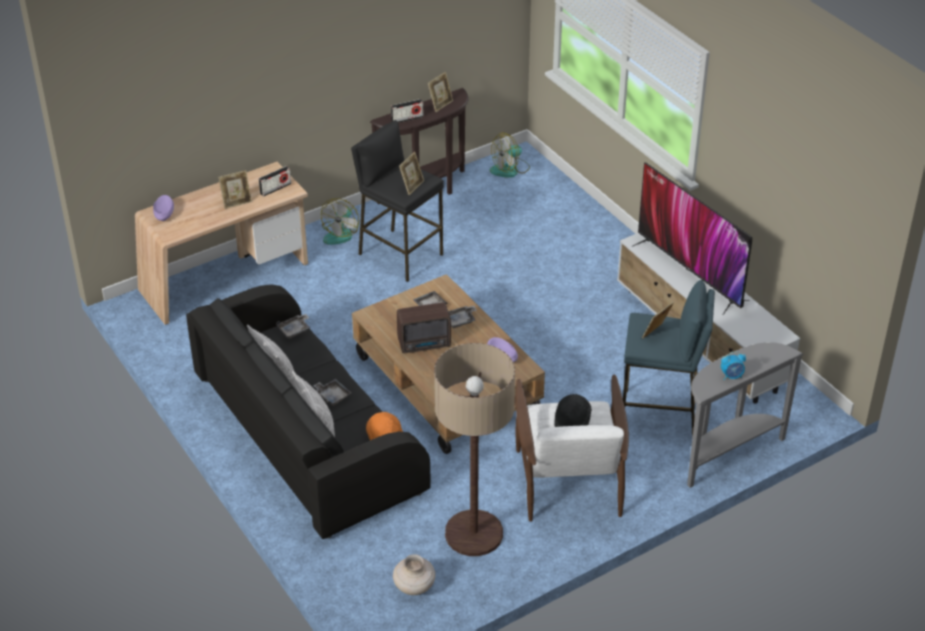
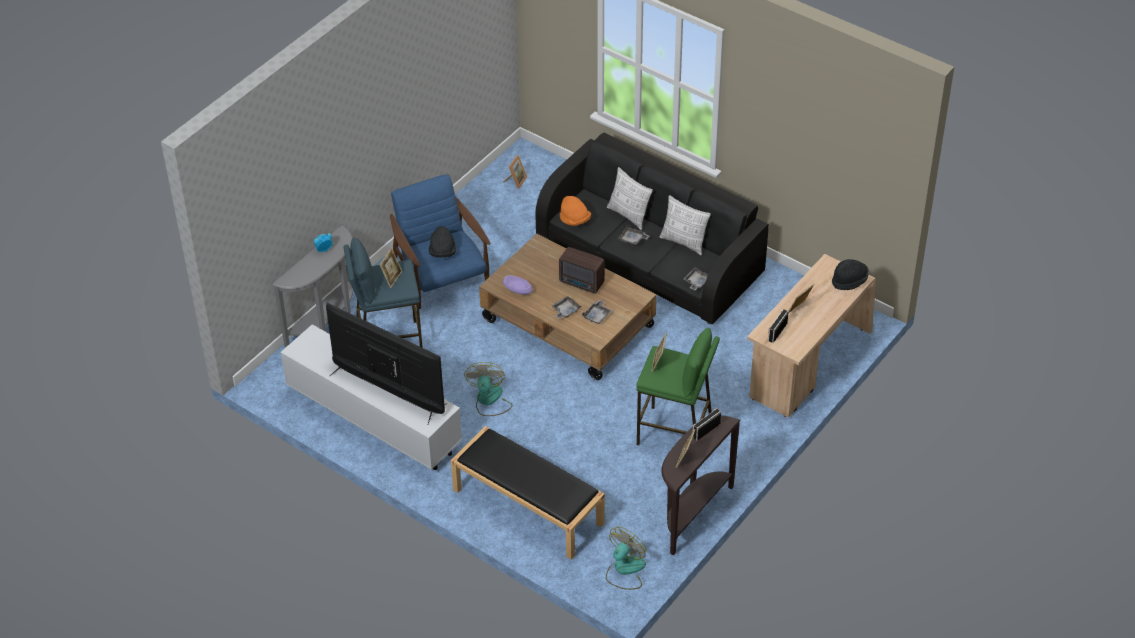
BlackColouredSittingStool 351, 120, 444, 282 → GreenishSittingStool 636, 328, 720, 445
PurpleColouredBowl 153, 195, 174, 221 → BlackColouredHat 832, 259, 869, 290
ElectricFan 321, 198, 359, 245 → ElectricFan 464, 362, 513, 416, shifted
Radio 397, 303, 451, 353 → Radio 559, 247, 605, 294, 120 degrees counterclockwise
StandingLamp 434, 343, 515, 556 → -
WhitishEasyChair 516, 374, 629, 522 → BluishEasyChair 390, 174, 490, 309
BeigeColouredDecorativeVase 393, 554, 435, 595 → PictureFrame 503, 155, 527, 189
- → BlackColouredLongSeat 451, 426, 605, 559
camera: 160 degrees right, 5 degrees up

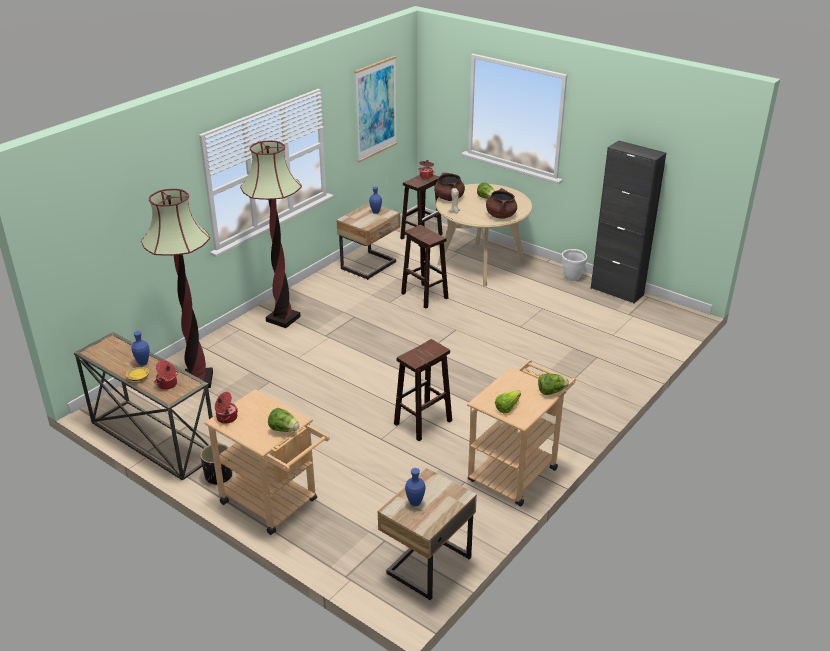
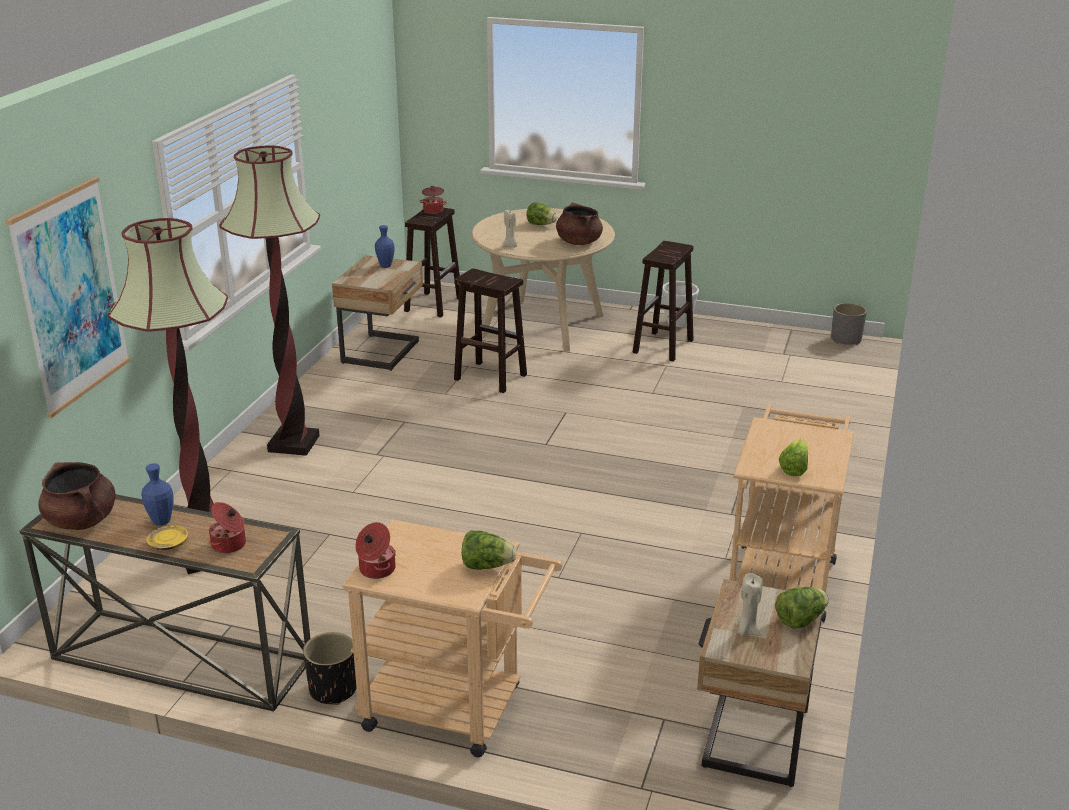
Picture 354, 56, 397, 162 → Picture 5, 177, 130, 418, shifted
BlackColouredCupboard 591, 140, 666, 304 → -
BrownishStockpot 434, 172, 465, 201 → BrownishStockpot 38, 462, 115, 530, shifted
BrownishSittingStool 394, 339, 452, 441 → BrownishSittingStool 633, 241, 694, 362, shifted
Lettuce 538, 373, 569, 395 → Lettuce 775, 587, 829, 629, shifted
BluishDecorativeVase 405, 468, 425, 506 → BeigeColouredCandle 737, 573, 763, 636
- → GrayPlantPot 831, 303, 867, 345
camera: 20 degrees left, 5 degrees down

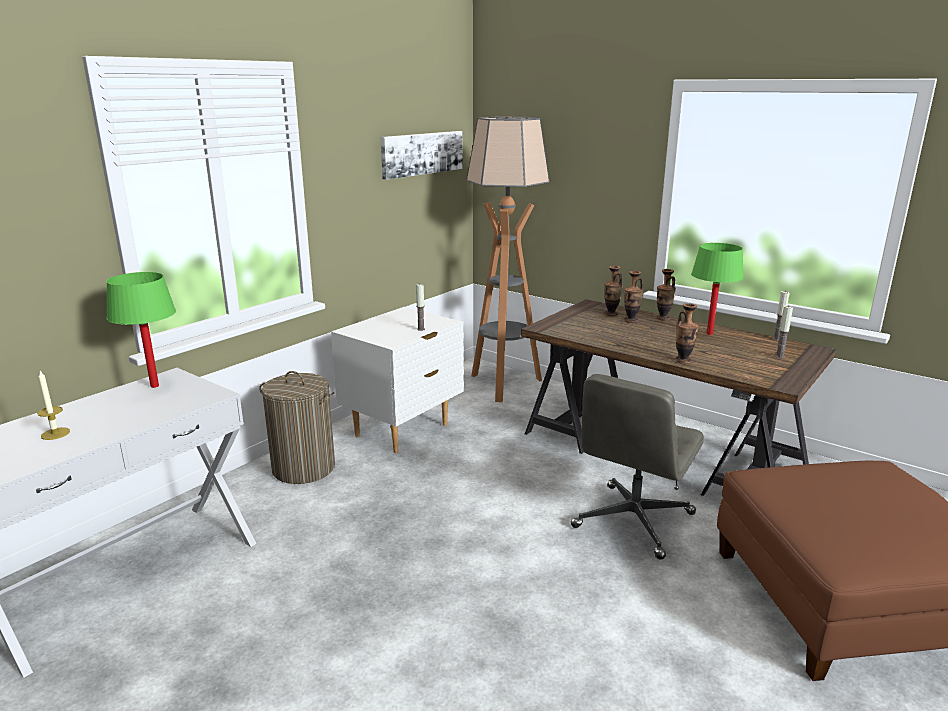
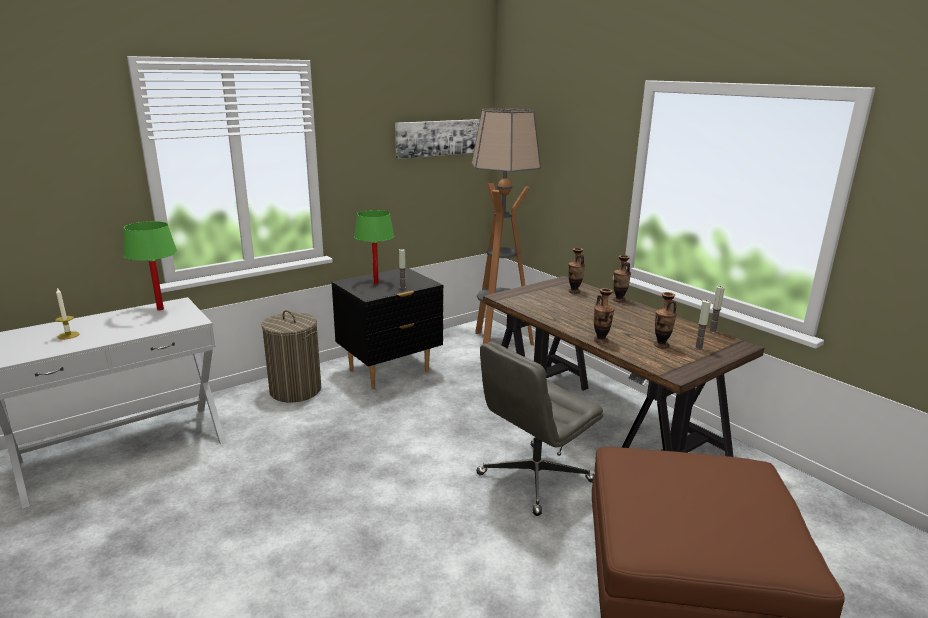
GreenishTabletopLamp 691, 243, 744, 335 → GreenishTabletopLamp 354, 210, 395, 284, shifted
DecorativeVase 624, 271, 643, 323 → DecorativeVase 654, 292, 677, 349, shifted
WhitishNightTable 331, 307, 464, 453 → BlackColouredNightTable 332, 267, 443, 389
camera: 15 degrees right, 0 degrees up

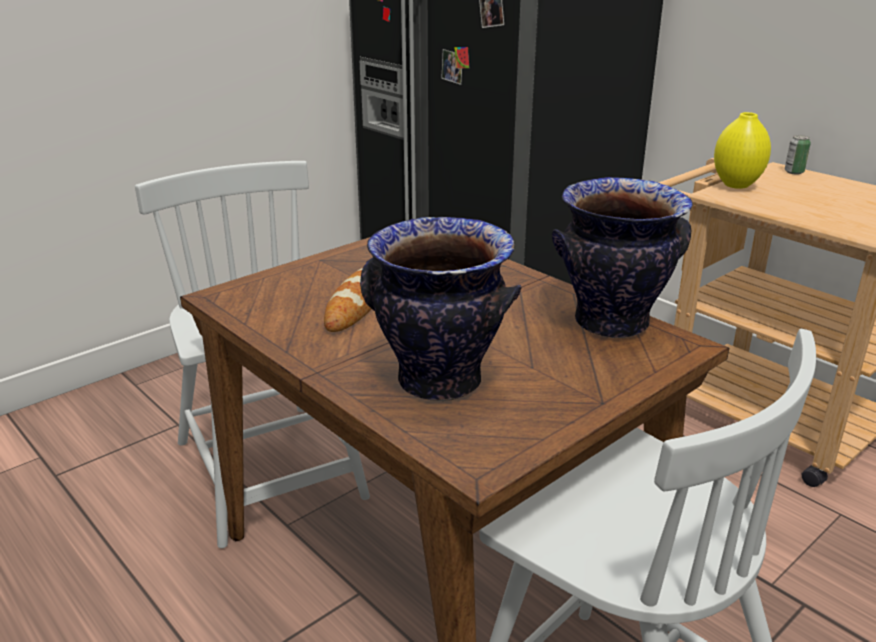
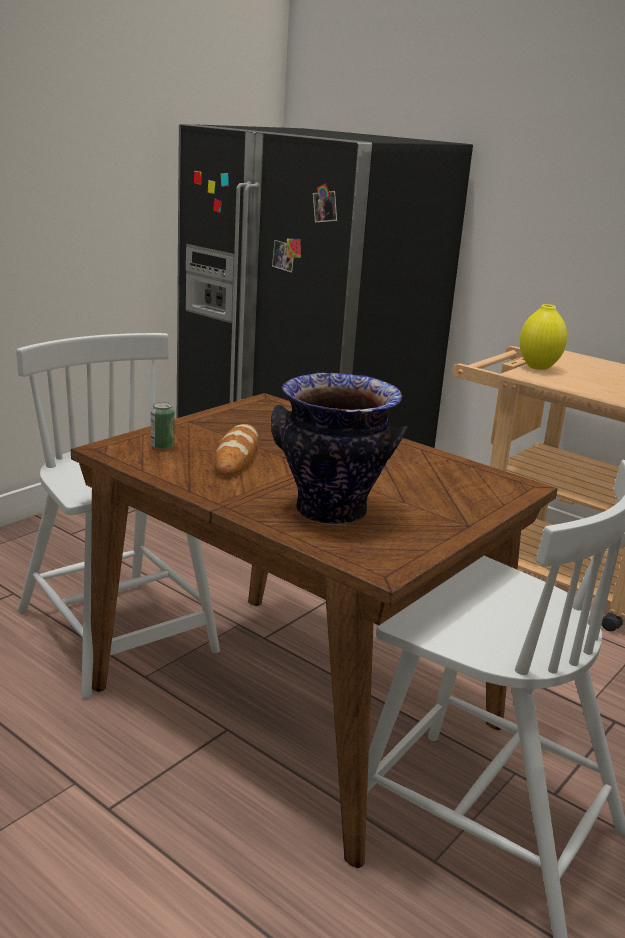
Can 785, 135, 811, 175 → Can 151, 402, 175, 450, shifted
DecorativeVase 552, 177, 693, 338 → -
camera: 10 degrees left, 5 degrees down

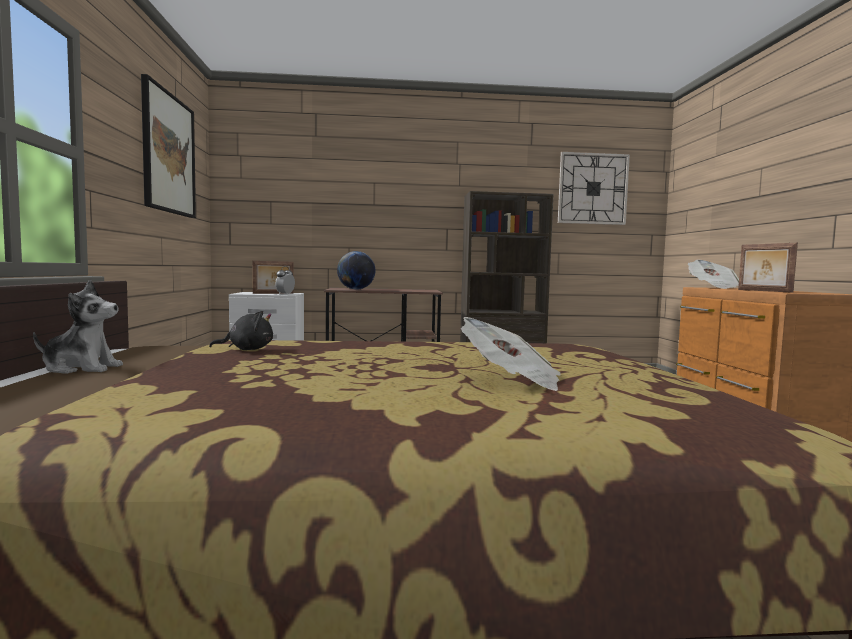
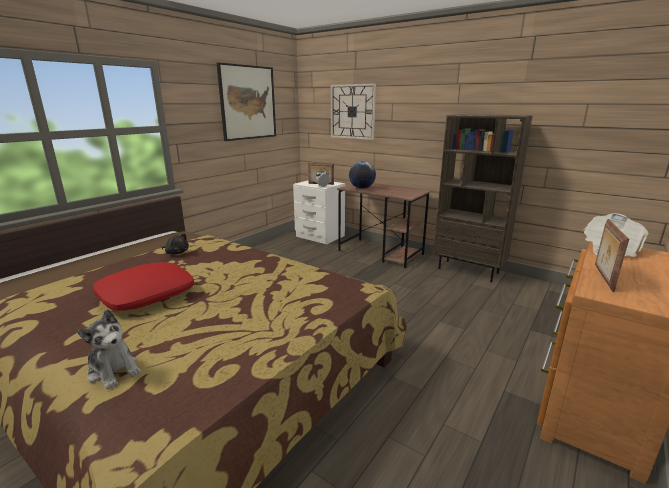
HangingClock 558, 152, 630, 225 → HangingClock 331, 84, 376, 140, shifted
PlushToy 33, 280, 123, 374 → PlushToy 77, 310, 141, 389, shifted
PrintedPaper 461, 317, 561, 391 → -
- → ReddishCushion 93, 262, 194, 311
camera: 40 degrees right, 15 degrees up

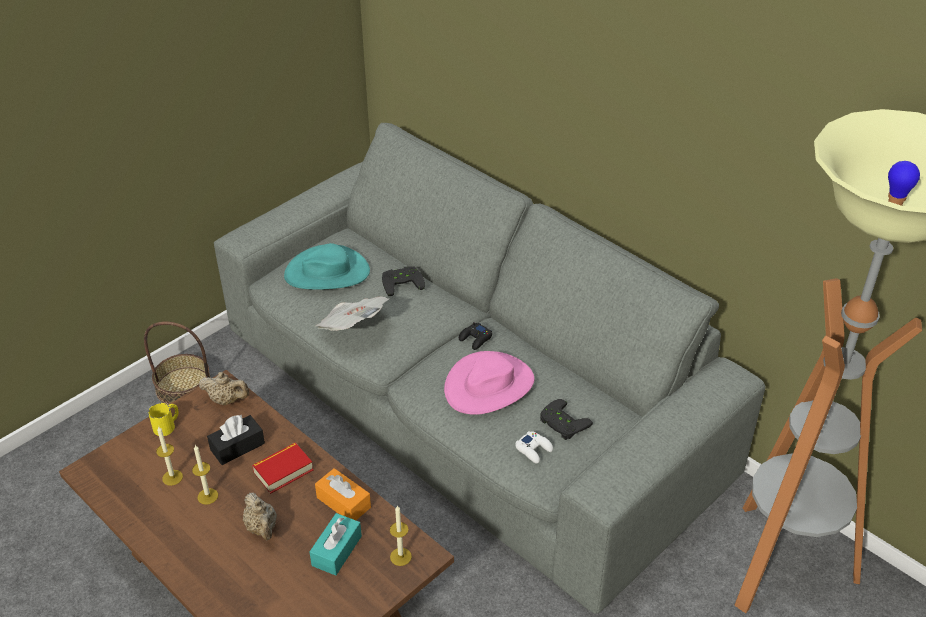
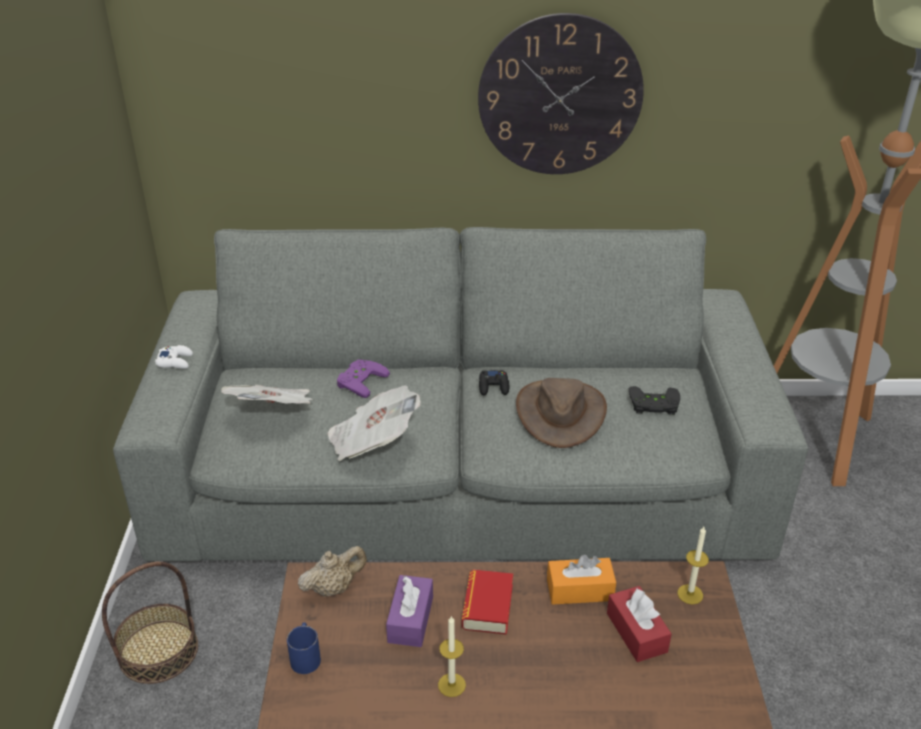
TurquoiseColouredHat 284, 243, 370, 290 → PrintedPaper 221, 385, 312, 404
BlackColouredGameController 382, 266, 425, 296 → PurpleColouredGameController 337, 359, 390, 398
PinkColouredHat 444, 351, 534, 415 → BrownishHat 516, 378, 607, 448
YellowishCoffeeMug 148, 403, 179, 436 → BluishCoffeeMug 287, 622, 321, 674
BlackColouredTissueBox 207, 415, 265, 465 → PurpleColouredTissueBox 386, 575, 433, 647
Candle 156, 426, 183, 486 → -
WhitishGameController 515, 431, 553, 463 → WhitishGameController 155, 345, 193, 369, shifted
BeigeColouredPotForTea 243, 492, 277, 540 → -
TurquoiseColouredTissueBox 310, 513, 362, 575 → ReddishTissueBox 607, 586, 672, 662
- → HangingClock 478, 13, 644, 174
camera: 45 degrees left, 5 degrees down

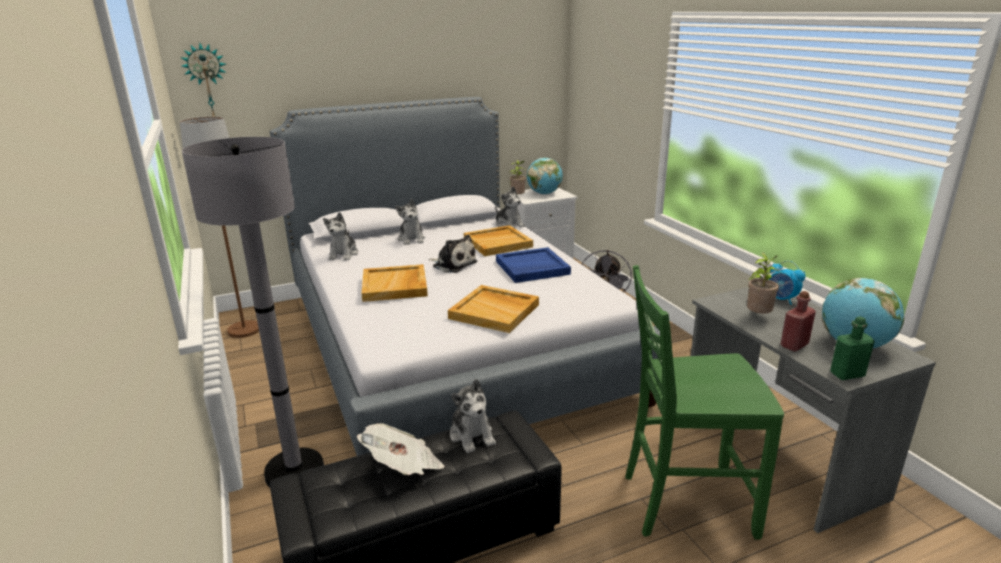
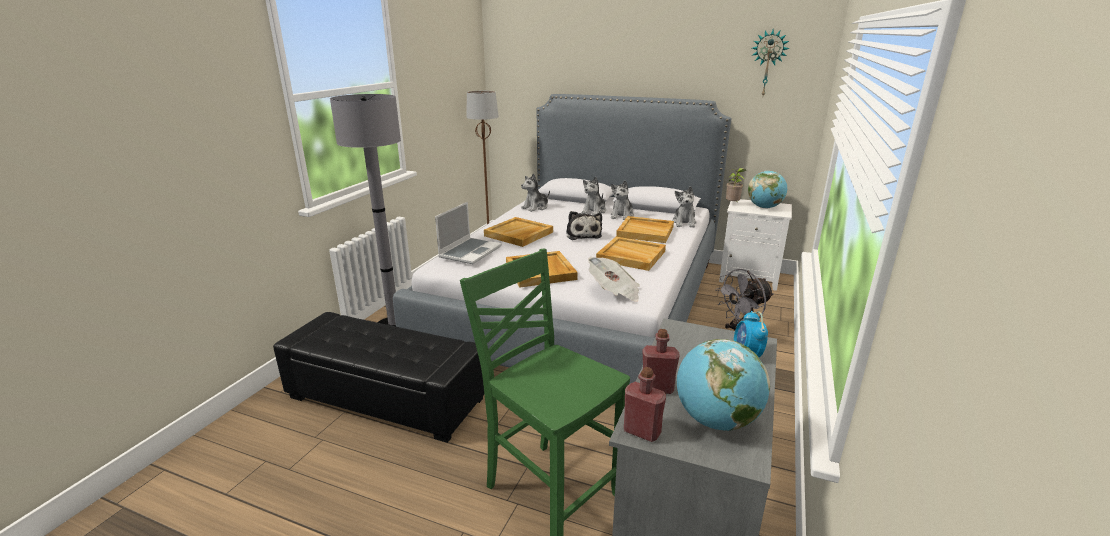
HangingClock 180, 43, 227, 117 → HangingClock 752, 29, 790, 96, shifted
BluishServingTray 496, 247, 571, 283 → BeigeColouredServingTray 596, 237, 666, 271
PottedPlant 747, 252, 780, 314 → -
GreenishBottle 830, 317, 875, 380 → ReddishBottle 624, 367, 666, 442
PlushToy 450, 379, 496, 453 → PlushToy 611, 180, 634, 220, shifted
PrintedPaper 357, 423, 444, 475 → PrintedPaper 588, 257, 640, 302, shifted
- → PortableComputer 435, 202, 502, 264
camera: 45 degrees right, 0 degrees up

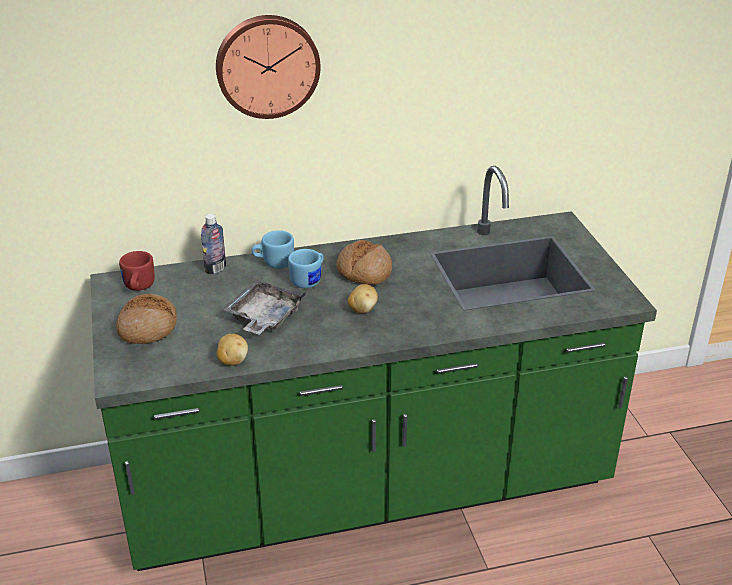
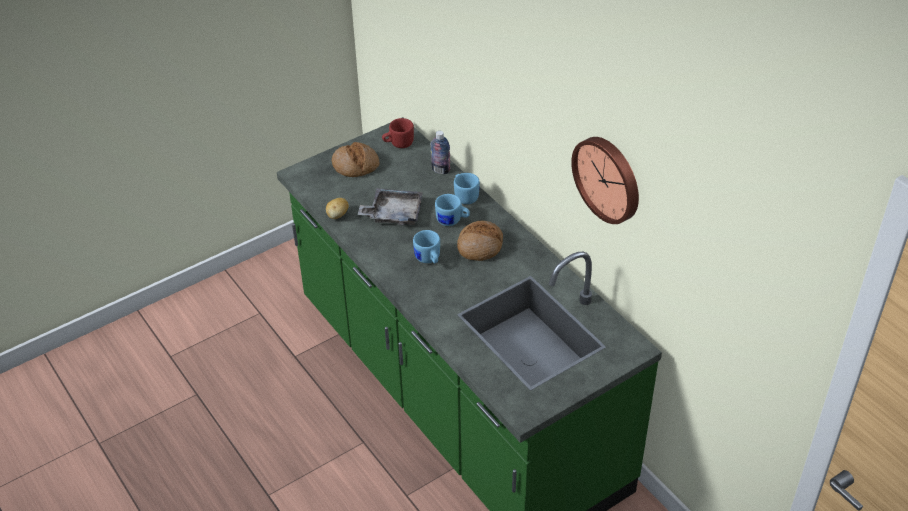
HangingClock 216, 15, 321, 119 → HangingClock 571, 137, 639, 224, shifted
WholePotato 348, 284, 378, 313 → BluishCoffeeMug 413, 230, 440, 263
camera: 70 degrees right, 10 degrees up

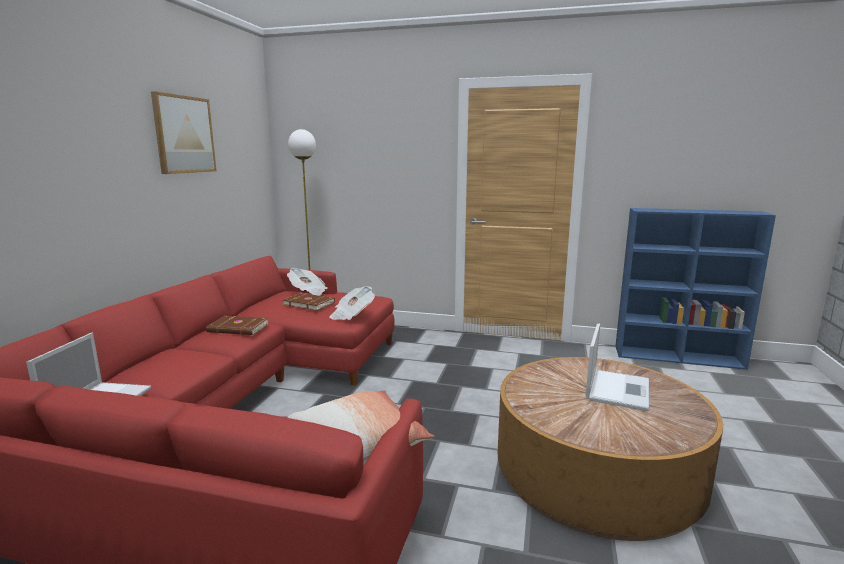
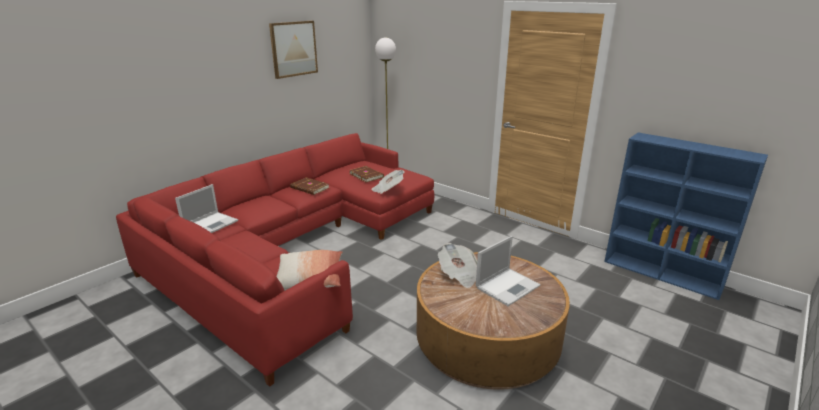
PrintedPaper 287, 268, 328, 296 → PrintedPaper 438, 243, 477, 288, shifted
camera: 25 degrees right, 10 degrees up

